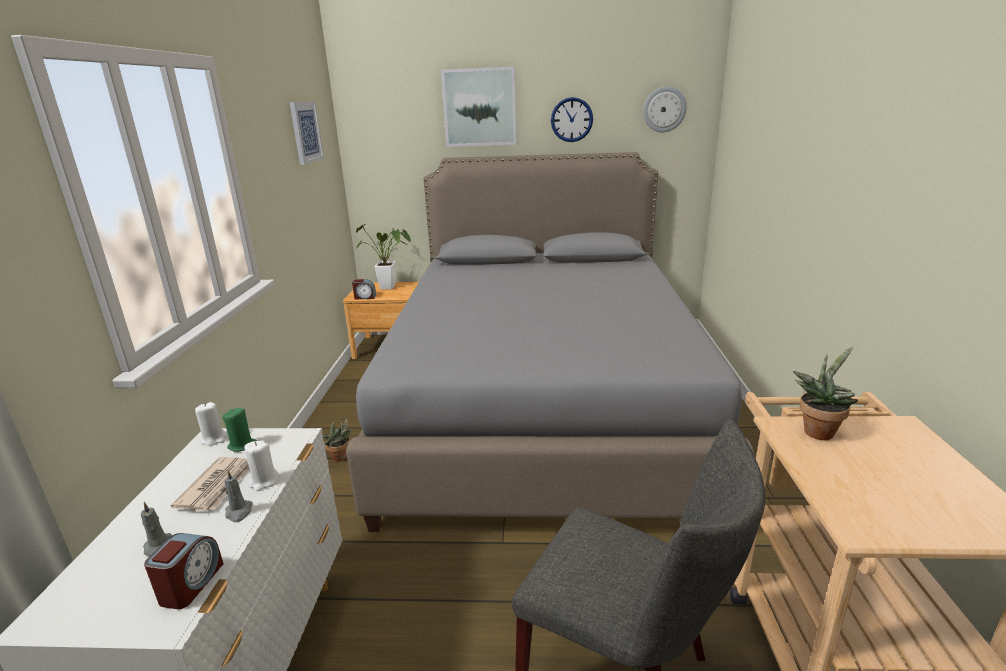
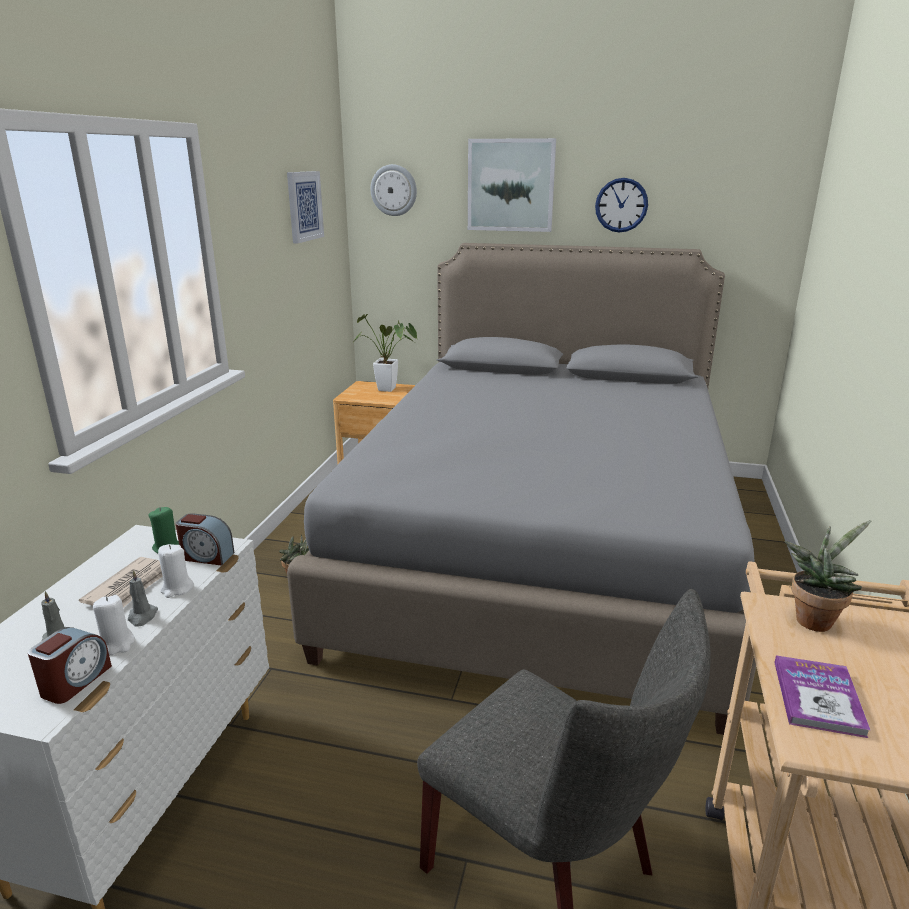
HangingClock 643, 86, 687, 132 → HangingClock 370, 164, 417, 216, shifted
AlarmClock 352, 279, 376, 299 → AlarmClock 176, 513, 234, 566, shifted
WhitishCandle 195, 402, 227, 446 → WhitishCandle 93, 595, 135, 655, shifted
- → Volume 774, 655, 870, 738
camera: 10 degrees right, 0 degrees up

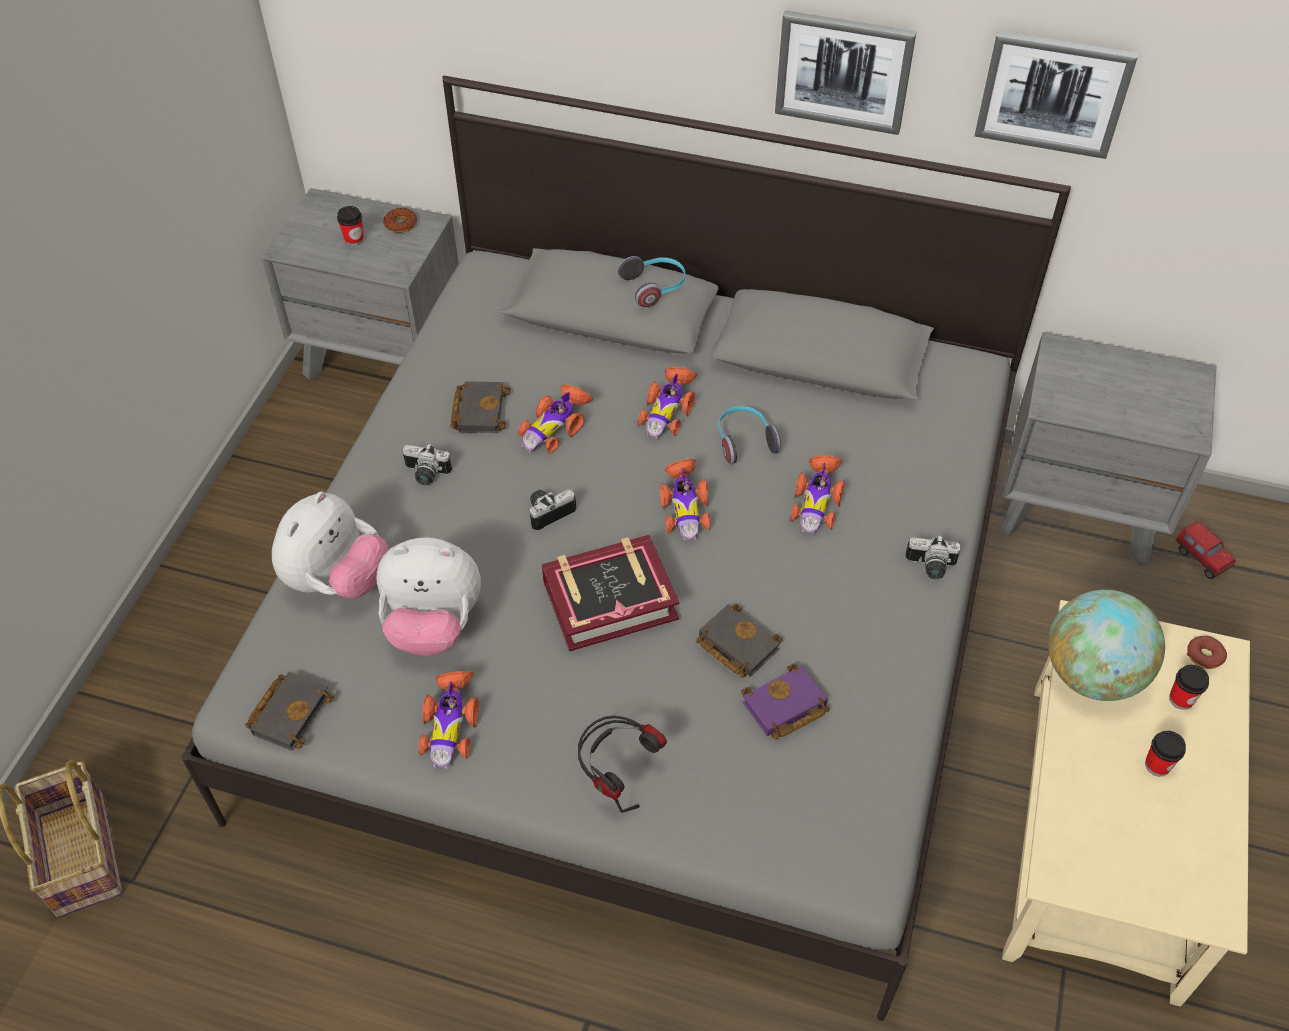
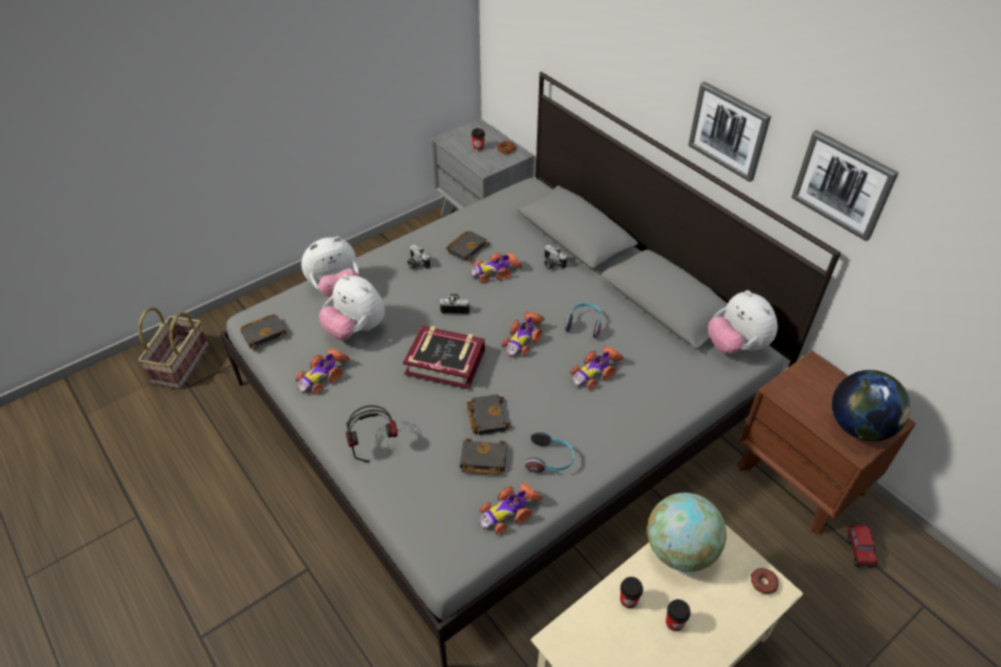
PairOfHeadphones 618, 256, 685, 307 → PairOfHeadphones 524, 431, 574, 473, shifted
GrayNightTable 998, 332, 1216, 566 → BrownishNightTable 737, 351, 916, 535
ModelCar 638, 367, 697, 439 → ModelCar 478, 482, 544, 535, shifted
PhotoCamera 905, 536, 961, 579 → PhotoCamera 544, 245, 567, 269, shifted
PurpleColouredVolume 741, 663, 830, 740 → BlackColouredVolume 460, 438, 507, 475
Cup 1169, 664, 1209, 710 → Cup 620, 577, 643, 608, shifted
- → PlushToy 708, 290, 778, 354
- → DeskGlobe 832, 370, 911, 441
camera: 35 degrees right, 5 degrees down

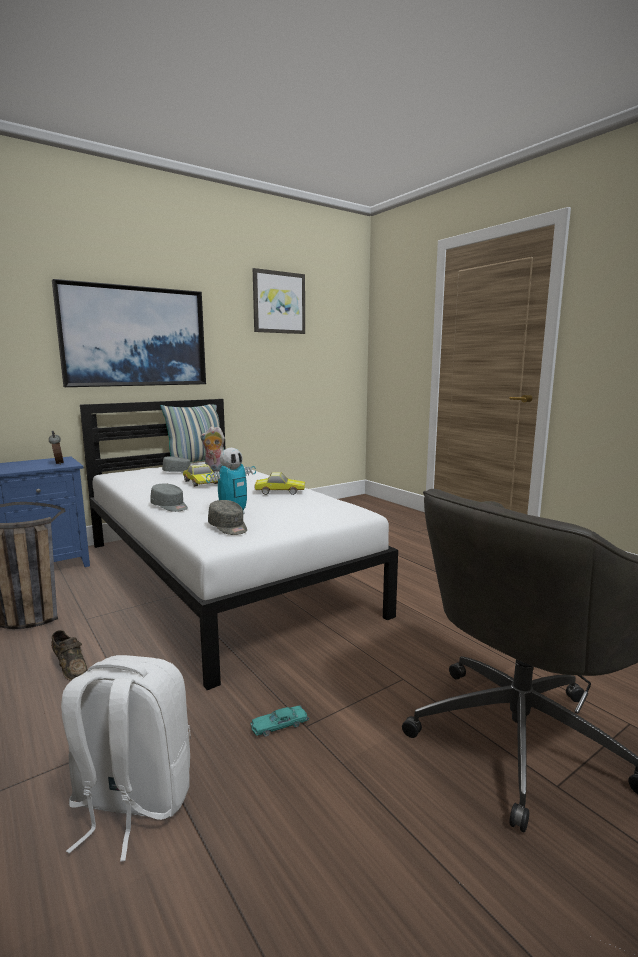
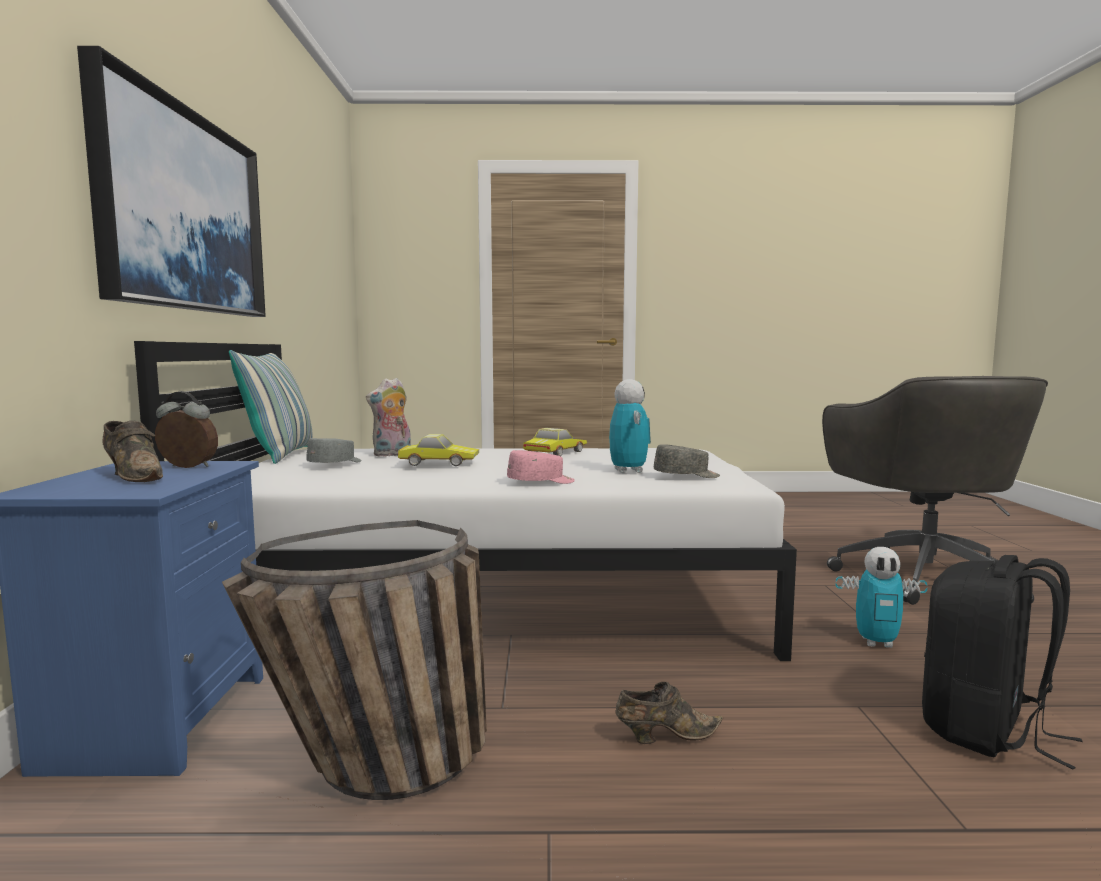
Picture 253, 268, 305, 334 → -
GrayCap 150, 484, 188, 512 → PinkColouredCap 507, 450, 575, 484
WhitishKnapsack 61, 655, 191, 862 → BlackColouredKnapsack 922, 555, 1083, 770
TurquoiseColouredModelCar 250, 705, 309, 736 → RobotFigure 836, 547, 927, 648
- → BrownishItemOfFootwear 102, 421, 163, 482
camera: 55 degrees left, 5 degrees down

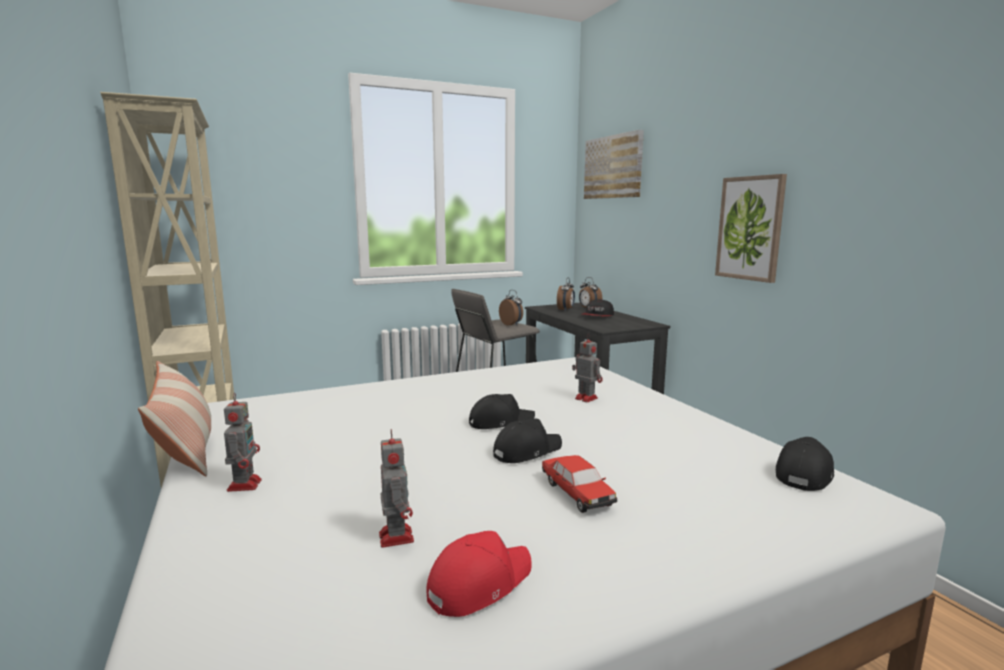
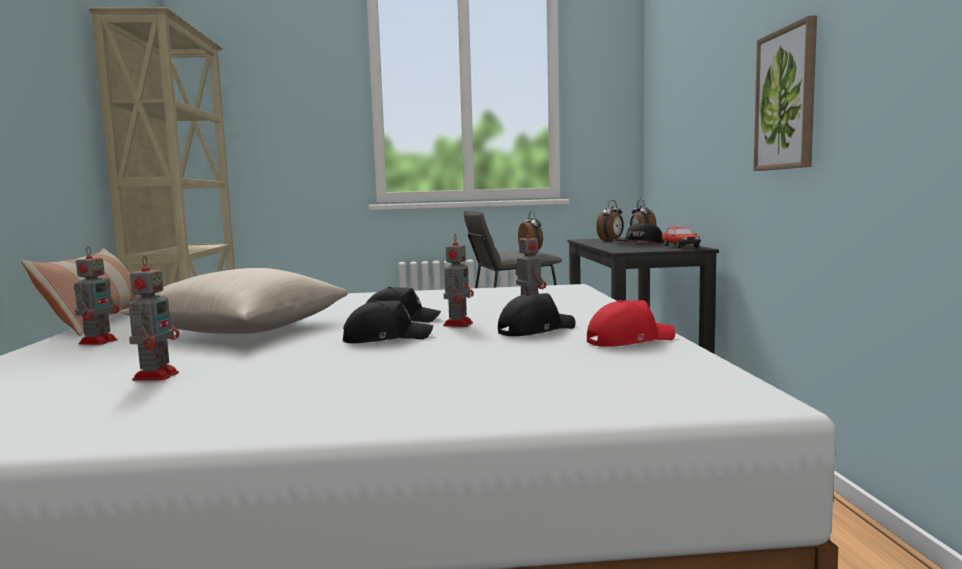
Picture 584, 130, 644, 199 → -
BlackColouredCap 776, 437, 834, 491 → BlackColouredCap 498, 293, 576, 336, shifted
ModelCar 542, 455, 617, 513 → ModelCar 661, 227, 701, 249, shifted
ReddishCap 426, 531, 532, 617 → ReddishCap 587, 300, 675, 347, shifted
- → RobotFigure 443, 234, 474, 327
- → BeigeColouredCushion 120, 268, 348, 334
camera: 20 degrees right, 5 degrees down

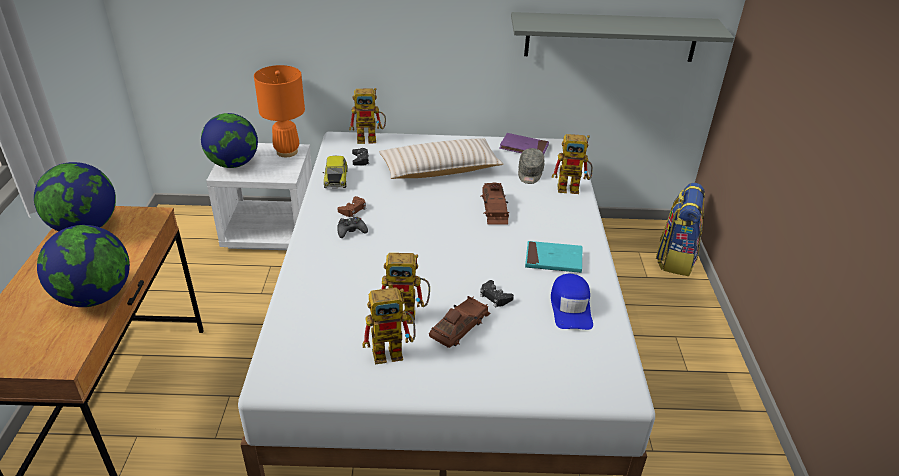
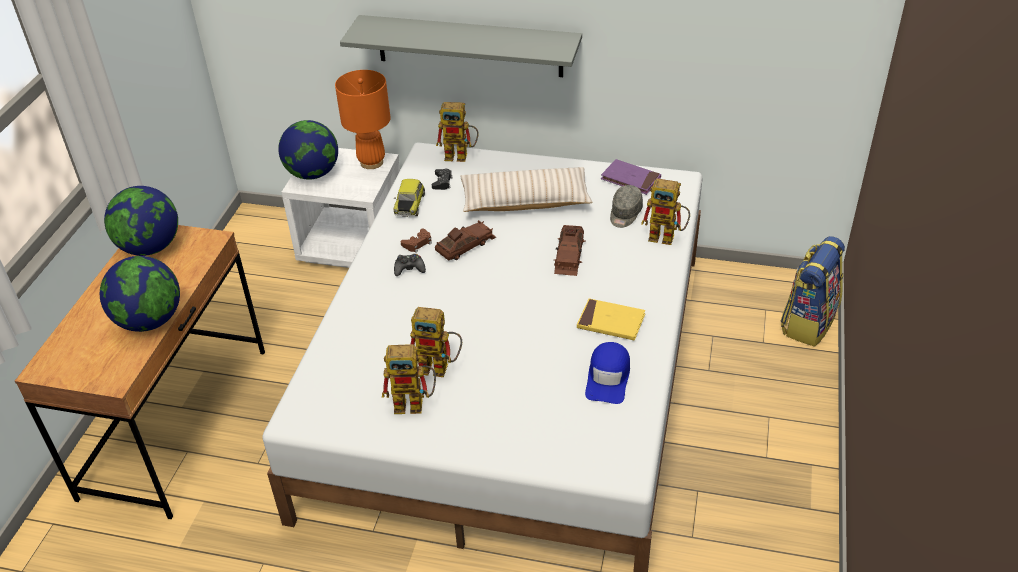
GrayWallShelf 511, 12, 734, 62 → GrayWallShelf 340, 15, 582, 77, shifted
TurquoiseColouredVolume 525, 241, 582, 273 → YellowishVolume 577, 298, 645, 340
BlackColouredGameController 480, 280, 514, 307 → -
BrownishModelCar 429, 296, 491, 348 → BrownishModelCar 435, 220, 496, 261, shifted
camera: 15 degrees right, 5 degrees up

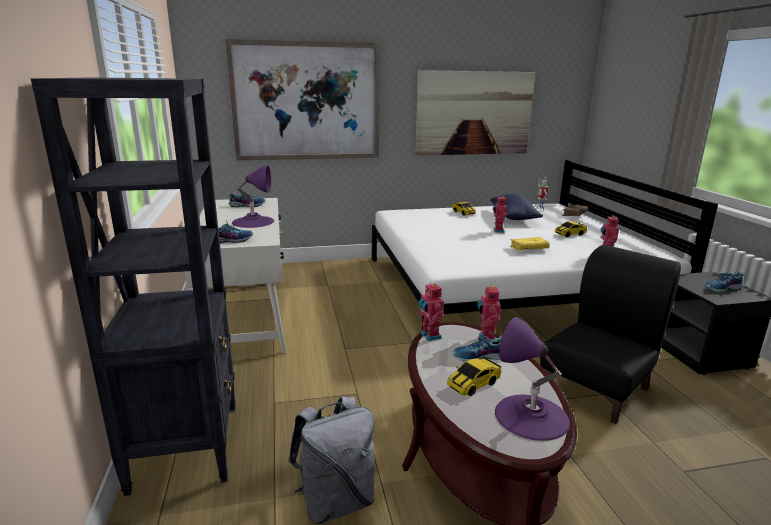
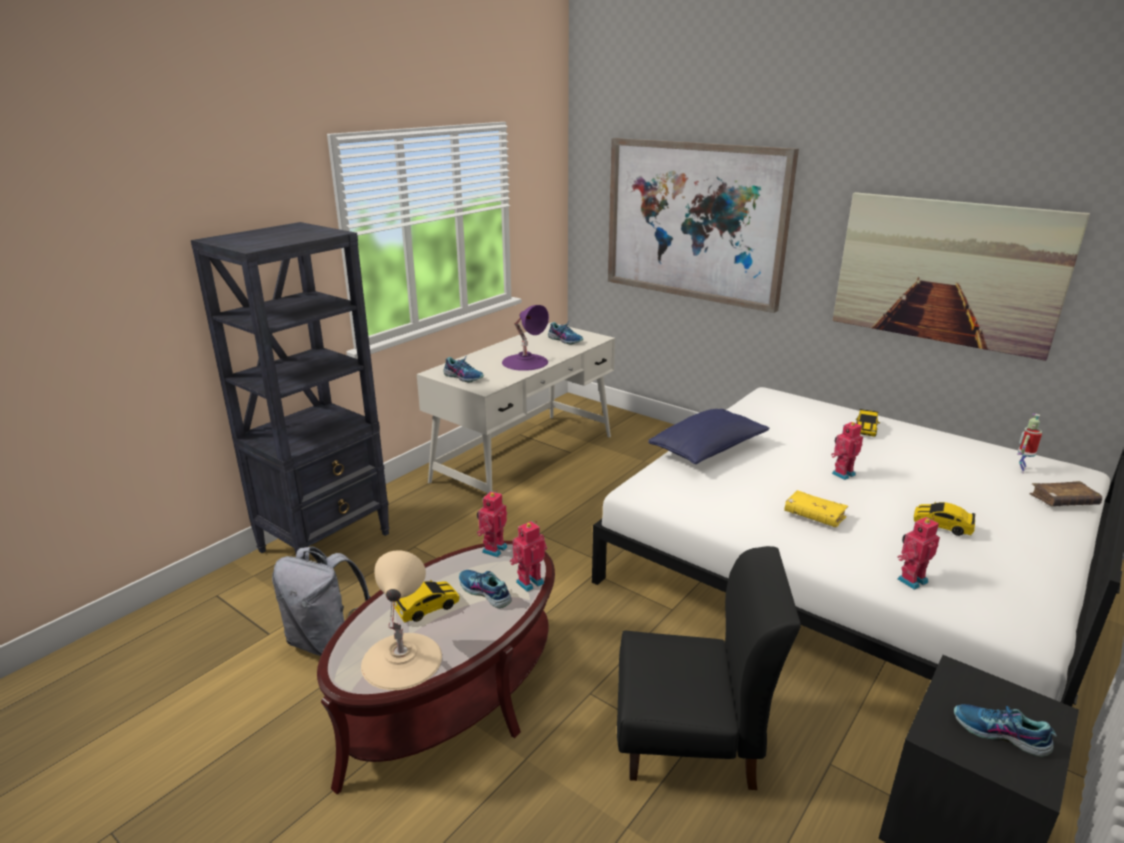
BluishCushion 490, 194, 543, 220 → BluishCushion 648, 409, 770, 464, shifted
PurpleColouredTabletopLamp 495, 317, 570, 441 → BeigeColouredTabletopLamp 361, 550, 442, 690
ModelCar 447, 357, 502, 396 → ModelCar 393, 579, 460, 623, 135 degrees clockwise
camera: 50 degrees right, 5 degrees up

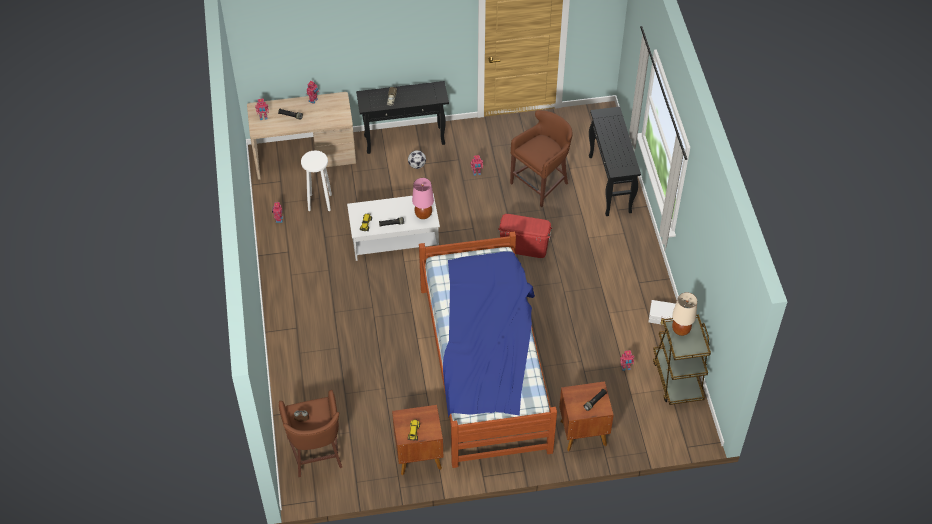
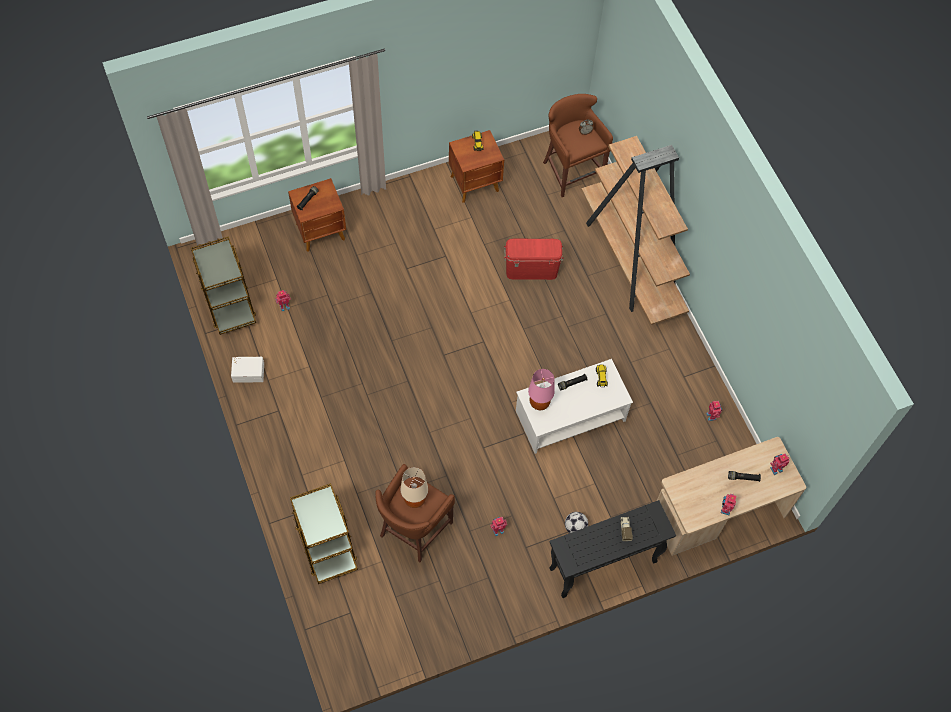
BlackColouredHallTable 589, 107, 641, 216 → BrownishTrolley 290, 483, 358, 584
WhitishSittingStool 301, 150, 332, 211 → -
ReddishStorageBox 498, 214, 552, 258 → ReddishStorageBox 504, 238, 564, 280, shifted
BedroomBed 419, 231, 557, 468 → -
BeigeColouredTabletopLamp 672, 293, 697, 336 → BeigeColouredTabletopLamp 401, 467, 428, 508, shifted
- → BrownishBookcase 581, 136, 690, 325
camera: 165 degrees right, 10 degrees up

